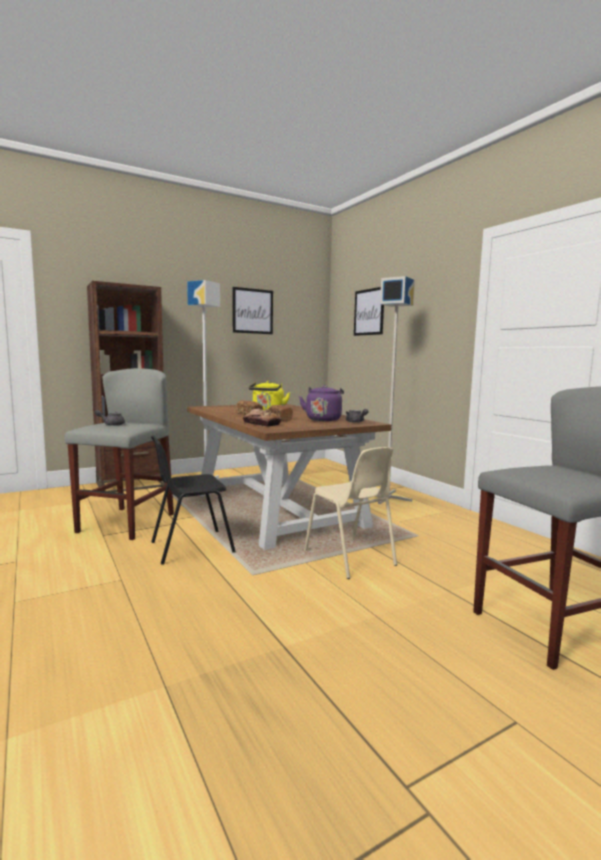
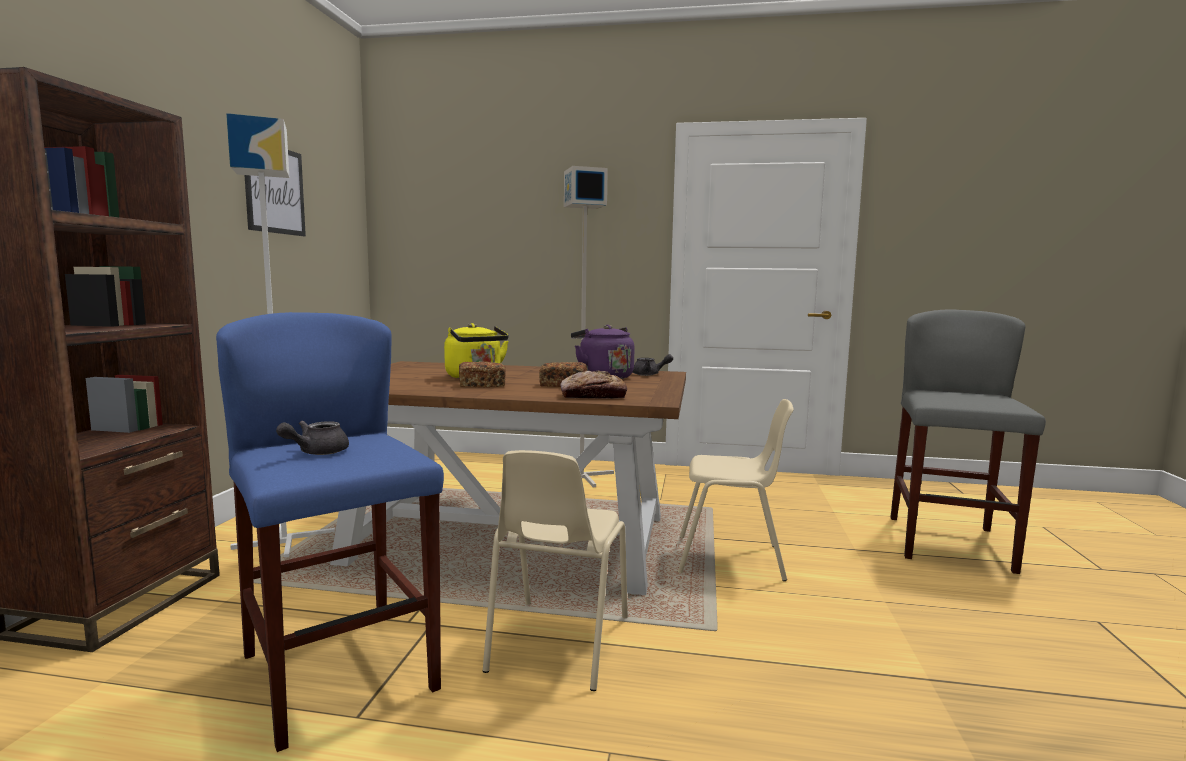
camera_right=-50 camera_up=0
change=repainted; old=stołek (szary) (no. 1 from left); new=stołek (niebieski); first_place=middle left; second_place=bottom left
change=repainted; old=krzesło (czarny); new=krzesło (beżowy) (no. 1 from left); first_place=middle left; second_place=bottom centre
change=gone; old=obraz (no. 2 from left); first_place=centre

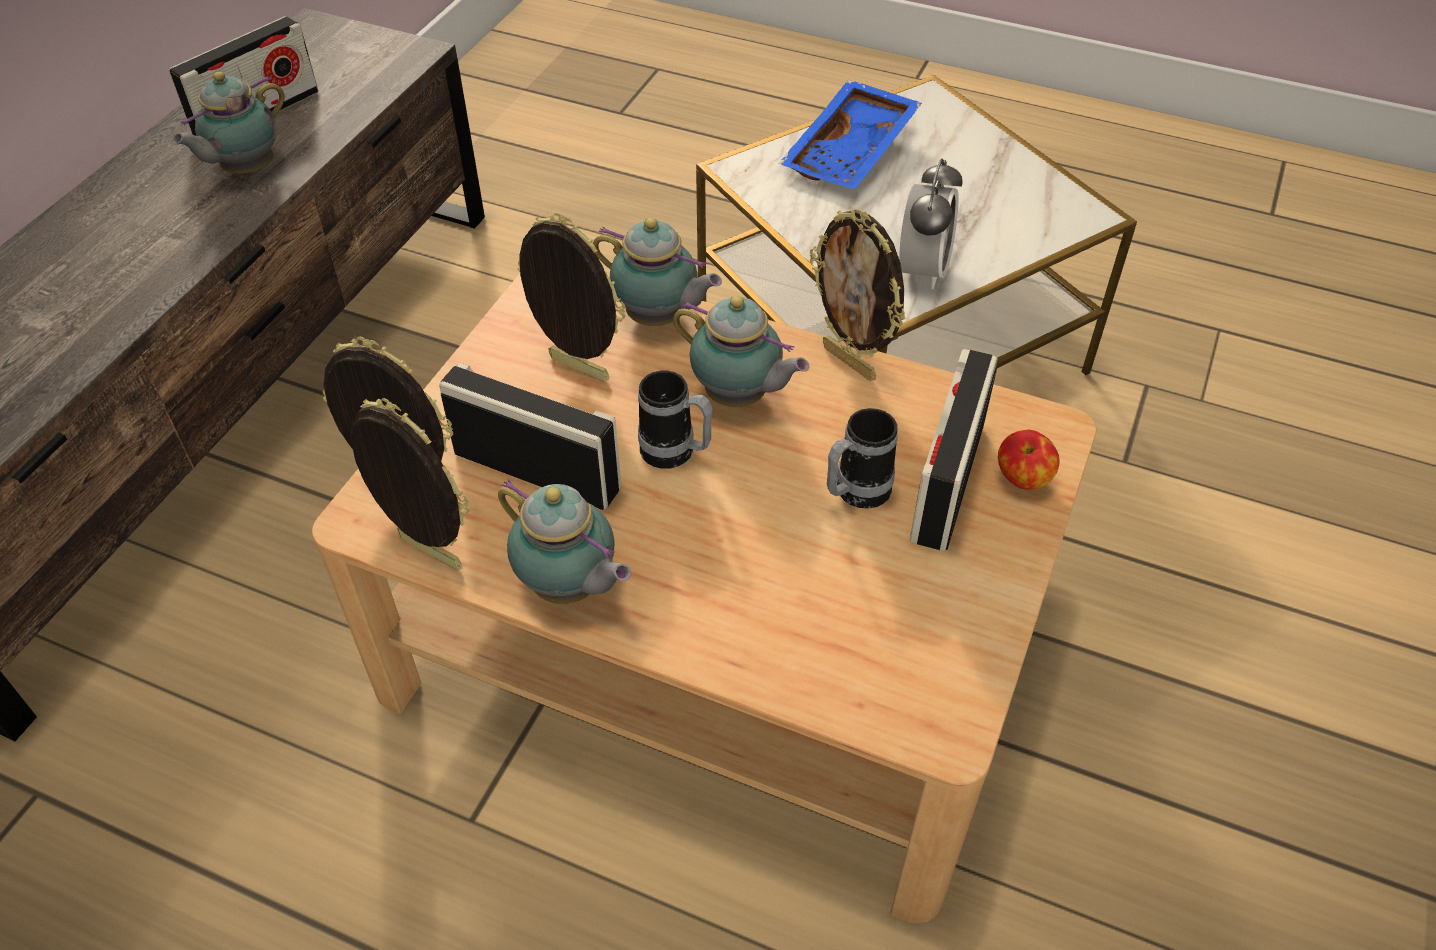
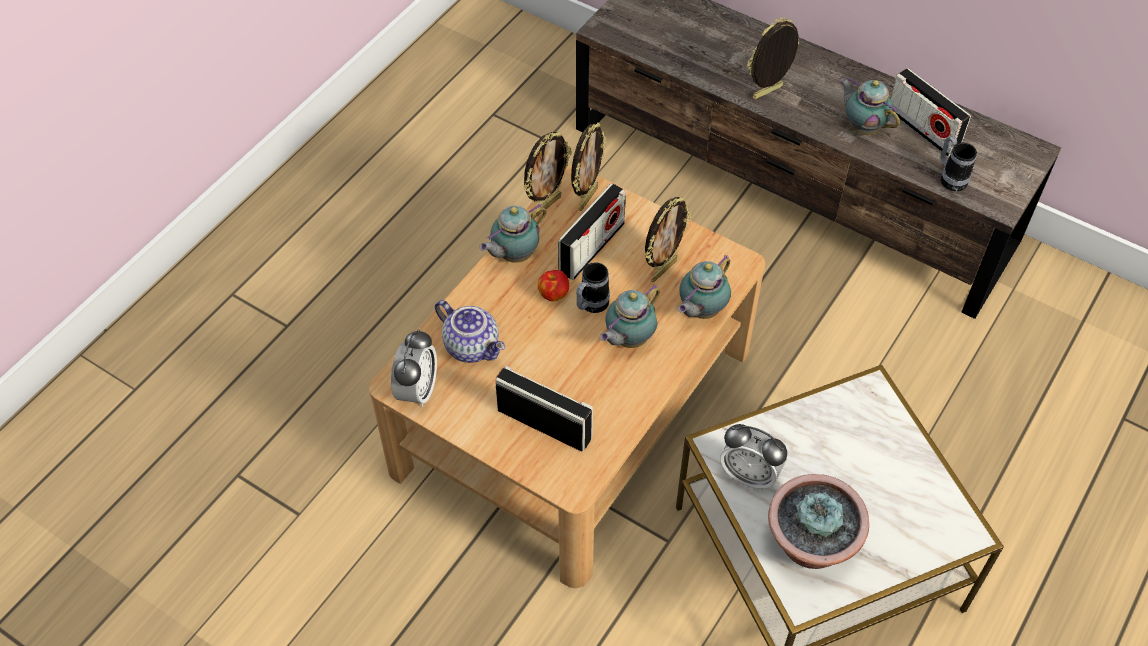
camera_right=100 camera_up=5
change=gone; old=taca (niebieski); first_place=top centre
change=shifted; old=ramka na zdjęcie (no. 4 from left); first_place=top centre; second_place=top right
change=shifted; old=kubek (no. 2 from left); first_place=centre; second_place=top right
change=shifted; old=jabłko; first_place=middle right; second_place=centre
change=new; new=budzik (no. 1 from left); second_place=centre
change=new; new=imbryk (no. 1 from left); second_place=centre
change=new; new=roślina doniczkowa; second_place=bottom right

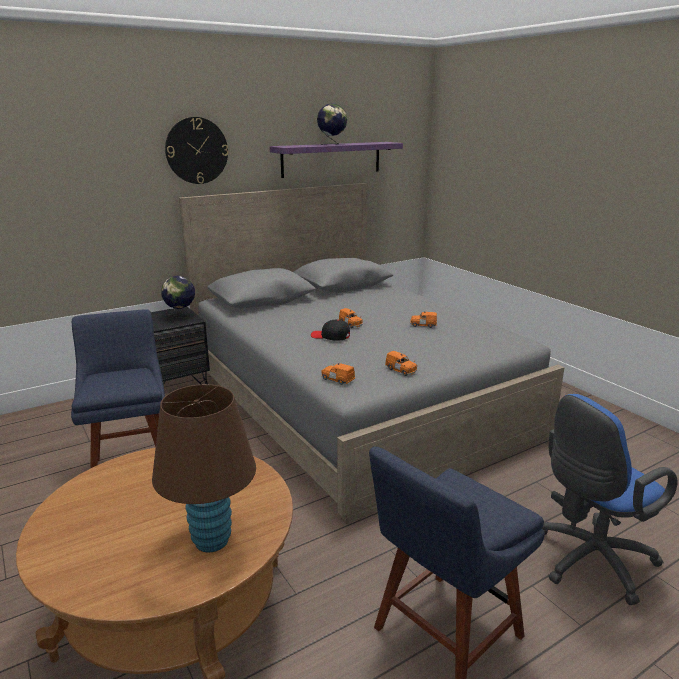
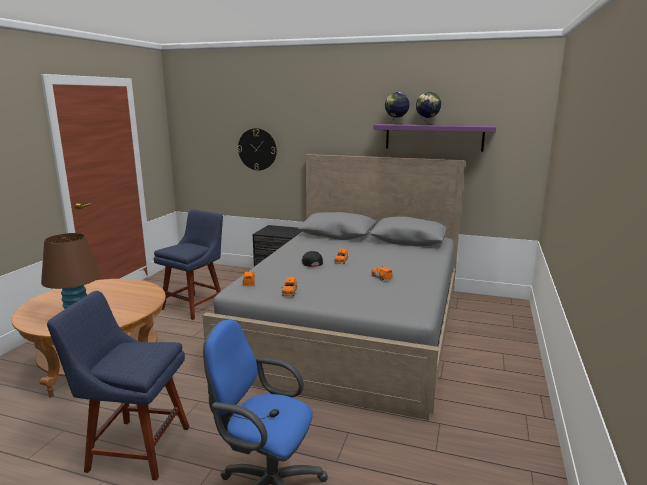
camera_right=50 camera_up=-5
change=shifted; old=globus (no. 1 from left); first_place=middle left; second_place=top centre
change=shifted; old=zegar ścienny; first_place=top left; second_place=top centre

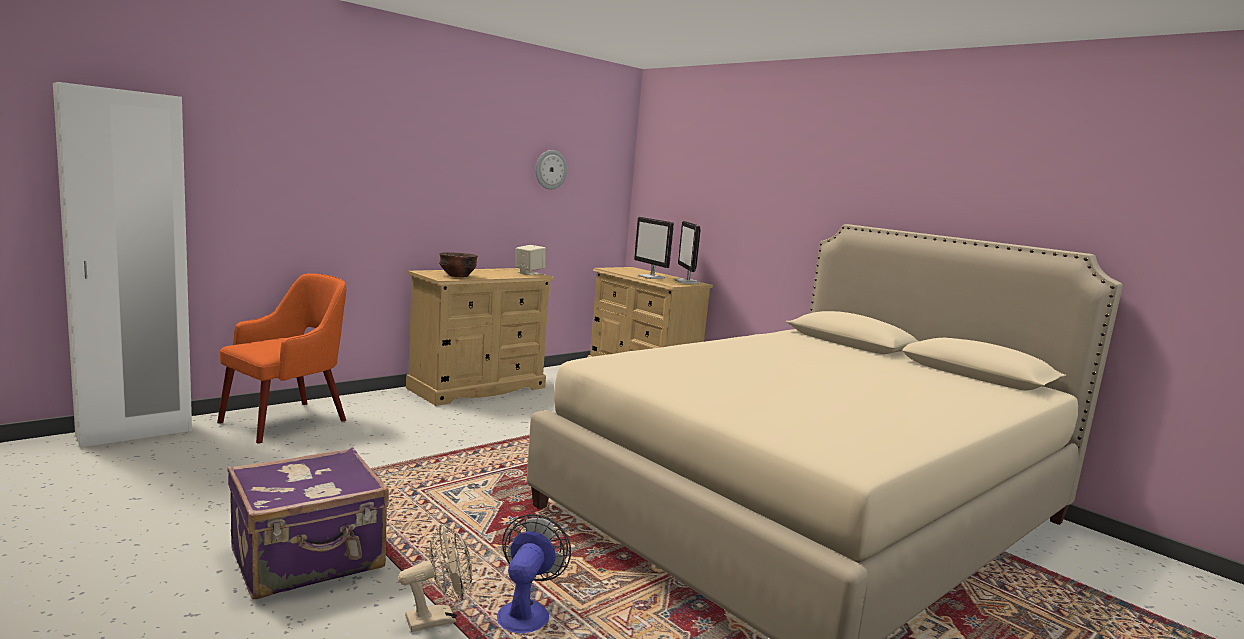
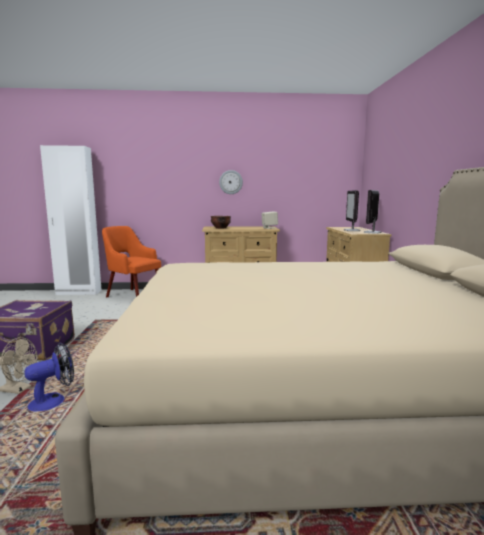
camera_right=40 camera_up=0
change=rotated; old=fotel (pomarańczowy); first_place=middle left; second_place=middle left; degrees=-135
change=shifted; old=zegar ścienny; first_place=top centre; second_place=centre

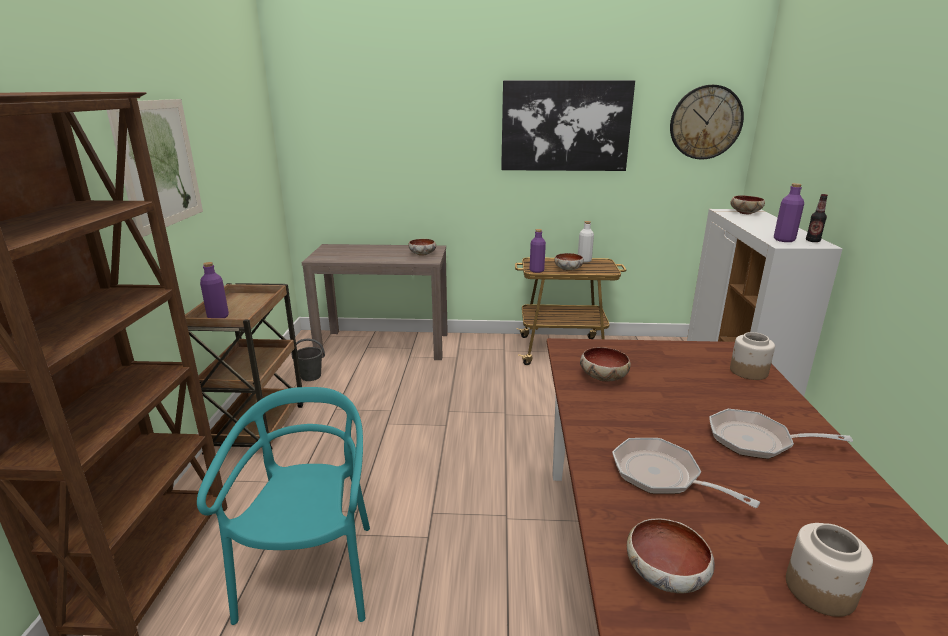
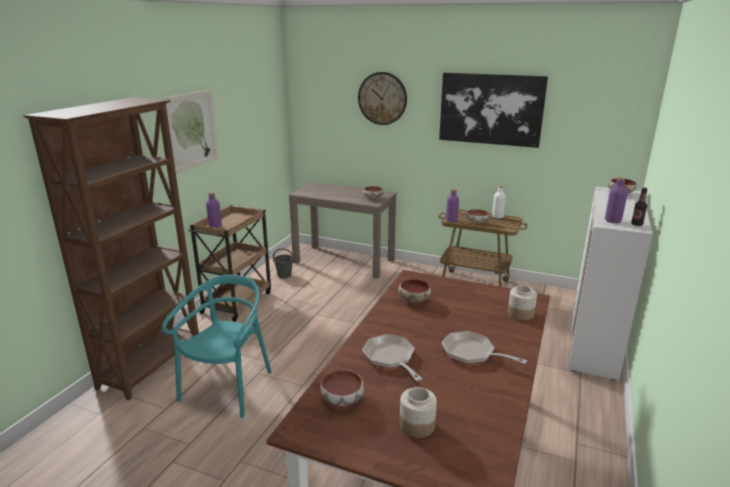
camera_right=20 camera_up=0
change=shifted; old=zegar ścienny; first_place=top right; second_place=top centre

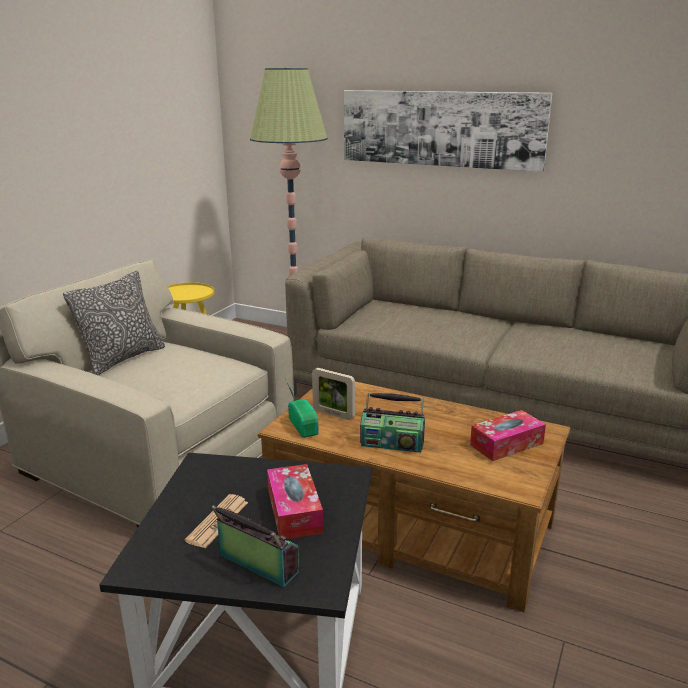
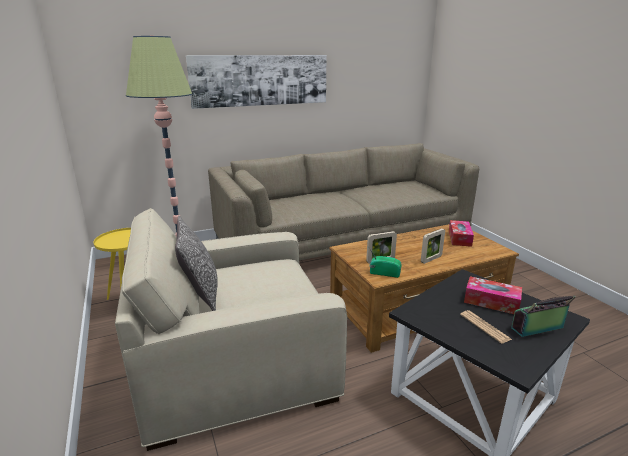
camera_right=-50 camera_up=0
change=swapped; old=radio (no. 3 from left); new=ramka na zdjęcie (no. 2 from left); first_place=centre; second_place=middle right

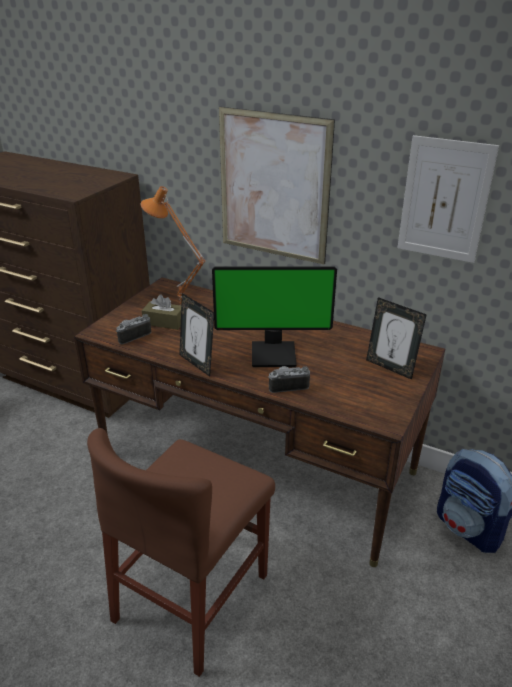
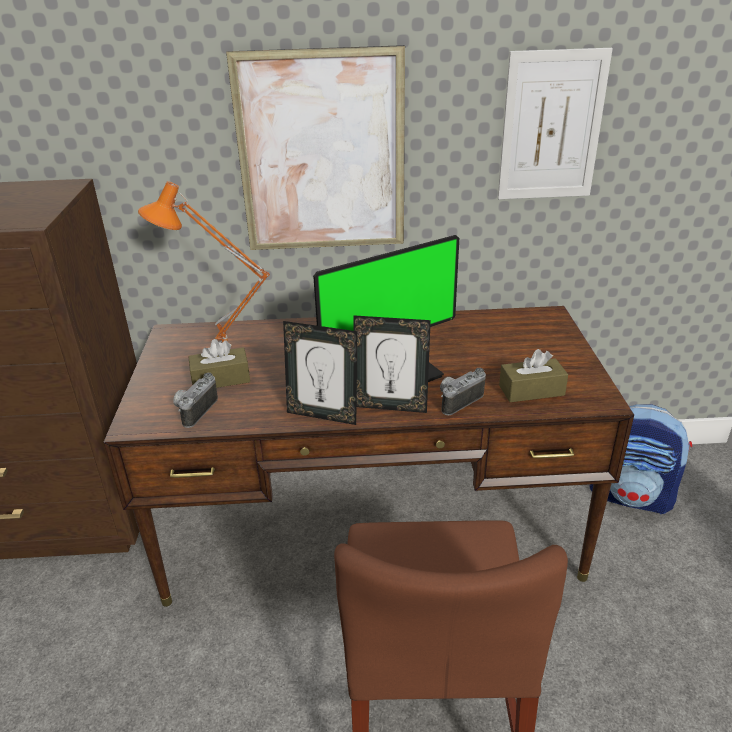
camera_right=-30 camera_up=0
change=shifted; old=ramka na zdjęcie (no. 2 from left); first_place=middle right; second_place=centre
change=new; new=pudełko chusteczek (brązowy) (no. 2 from left); second_place=middle right

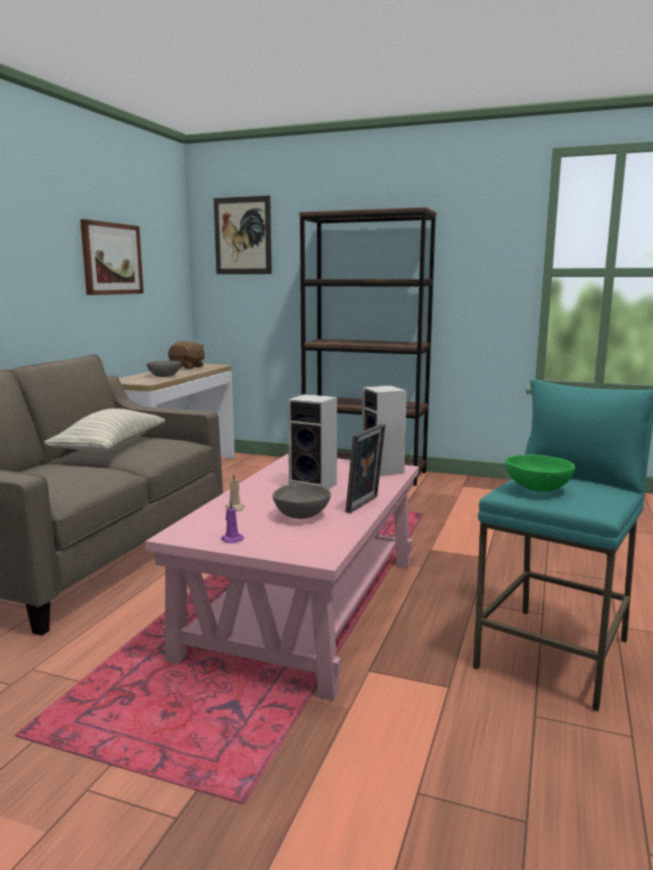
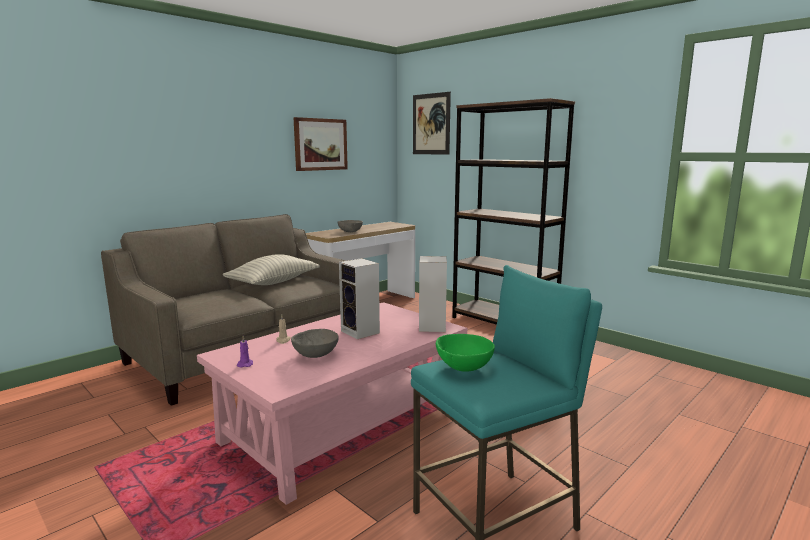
camera_right=25 camera_up=0
change=gone; old=pluszak (brązowy); first_place=middle left
change=gone; old=ramka na zdjęcie; first_place=centre

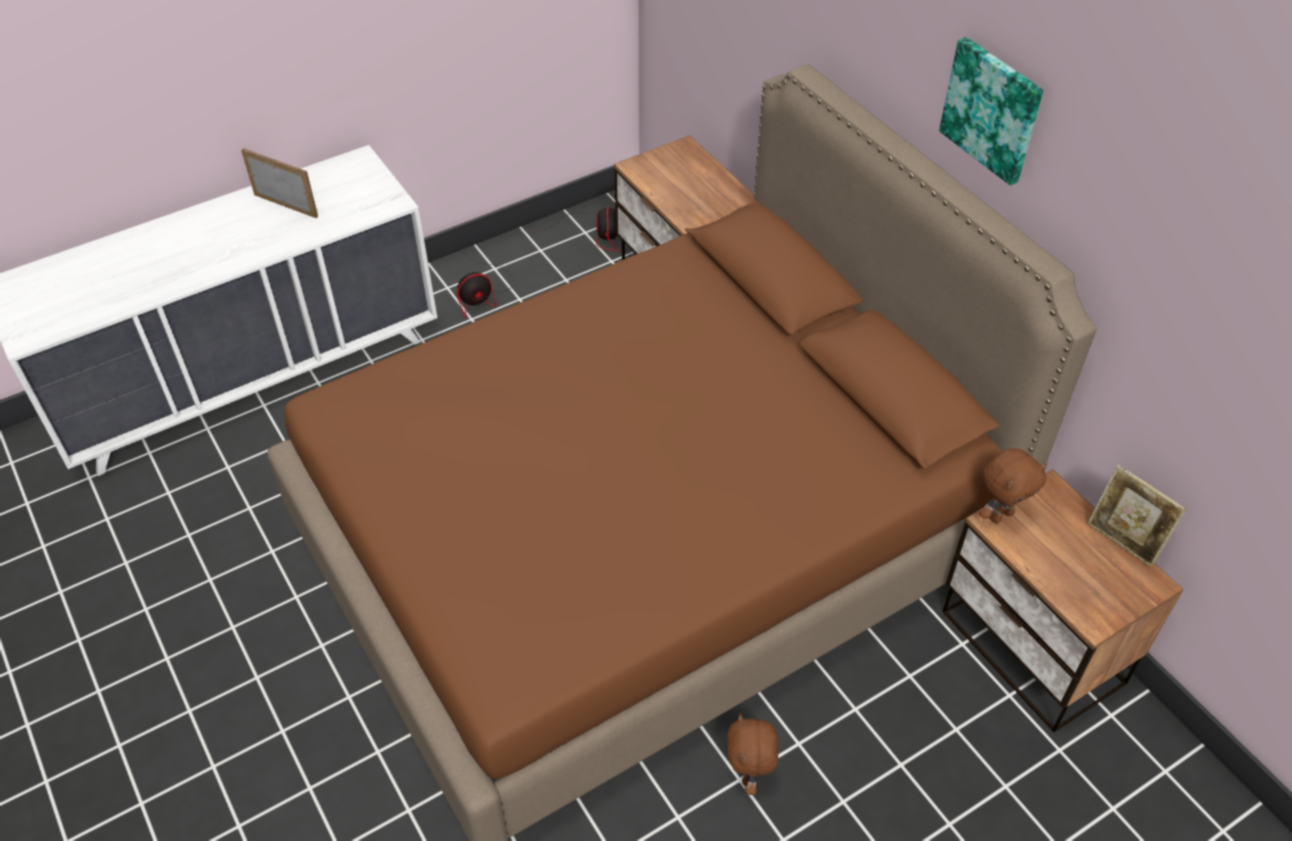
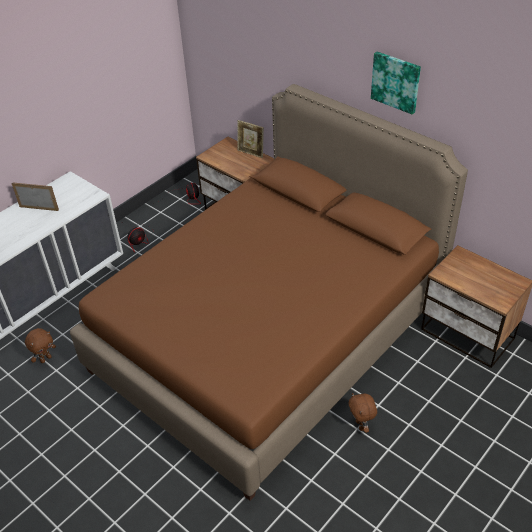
camera_right=-15 camera_up=-5
change=shifted; old=pluszak (brązowy) (no. 2 from left in the first image); new=pluszak (brązowy) (no. 1 from left); first_place=middle right; second_place=middle left
change=shifted; old=ramka na zdjęcie (no. 2 from left); first_place=middle right; second_place=top centre

